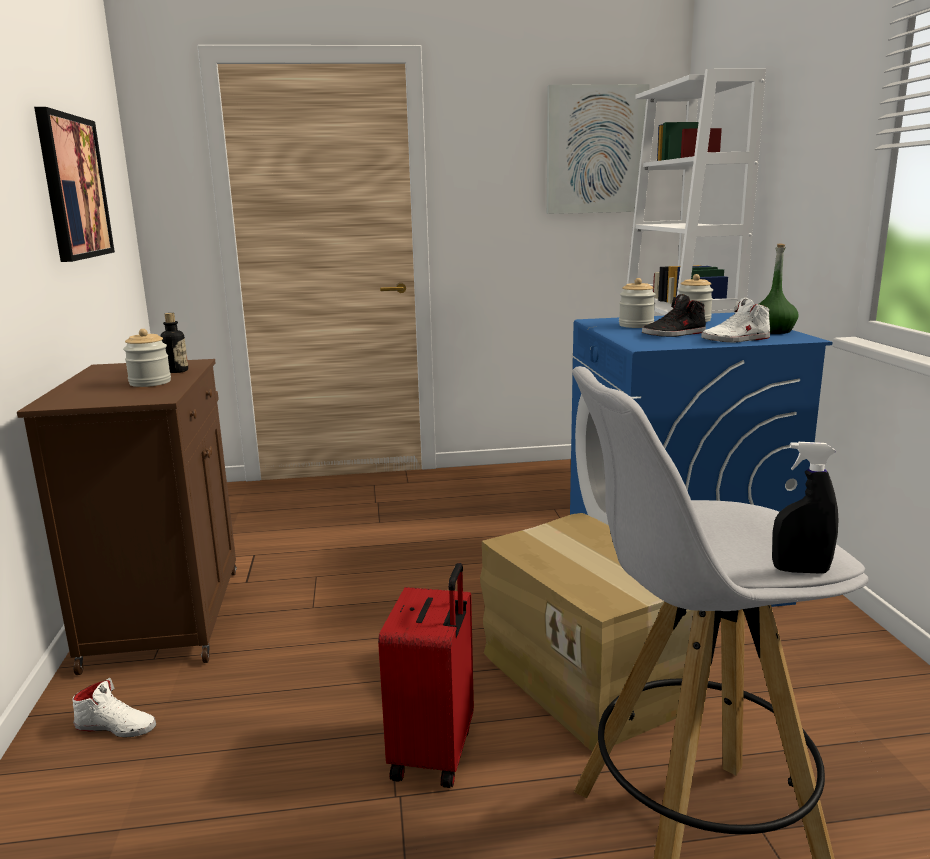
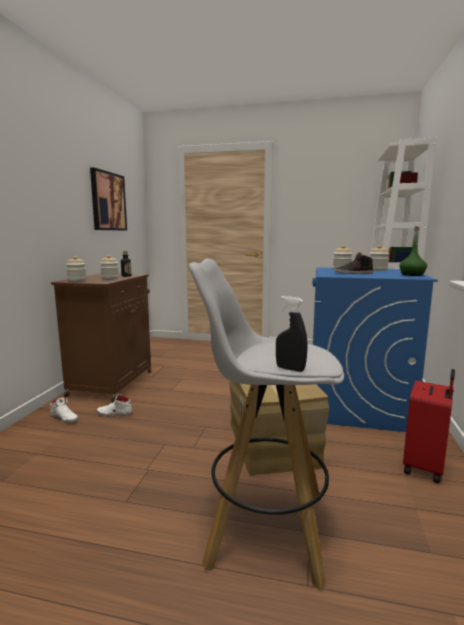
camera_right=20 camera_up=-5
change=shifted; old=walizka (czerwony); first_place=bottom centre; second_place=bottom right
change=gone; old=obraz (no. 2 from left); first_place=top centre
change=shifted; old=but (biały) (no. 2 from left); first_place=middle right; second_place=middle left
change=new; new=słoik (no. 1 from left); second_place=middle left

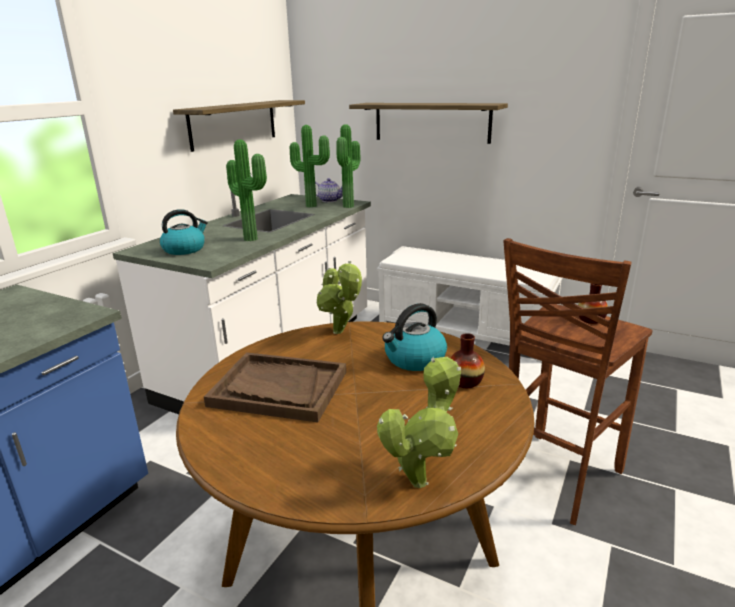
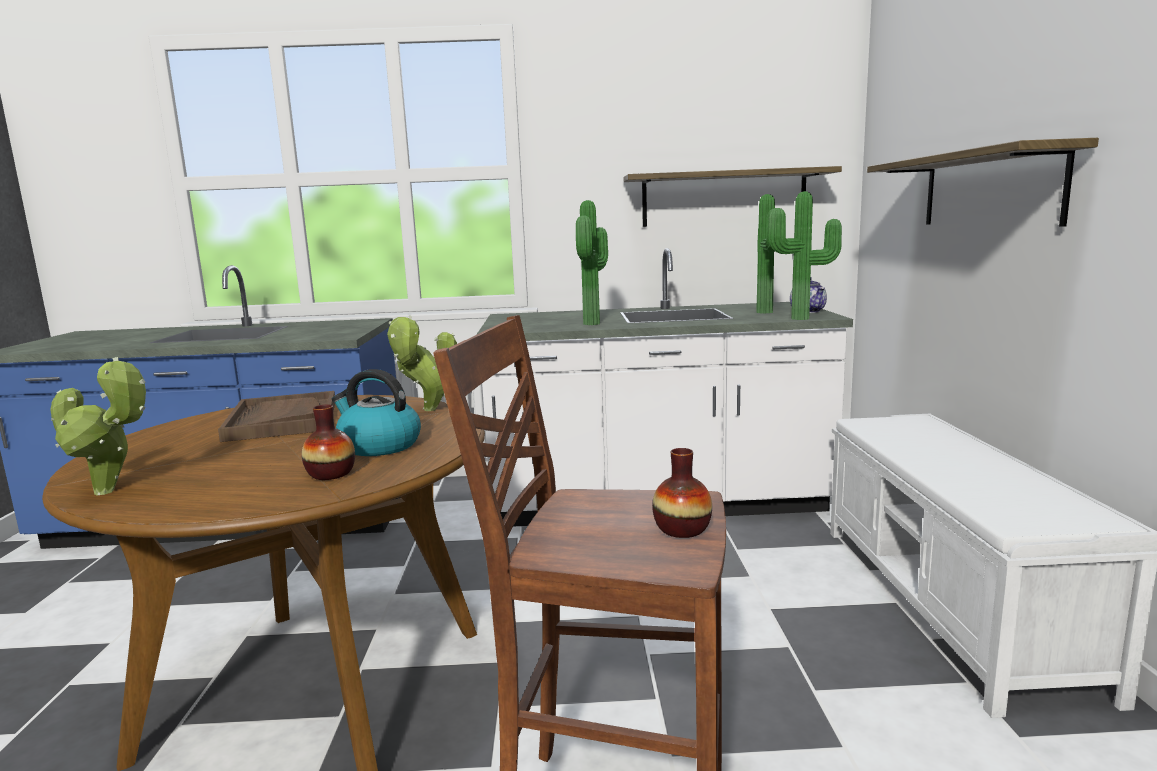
camera_right=60 camera_up=-10
change=gone; old=czajnik (no. 1 from left); first_place=middle left

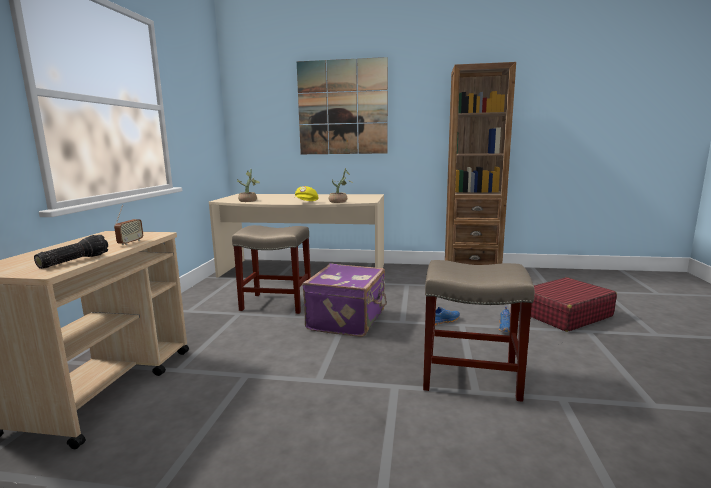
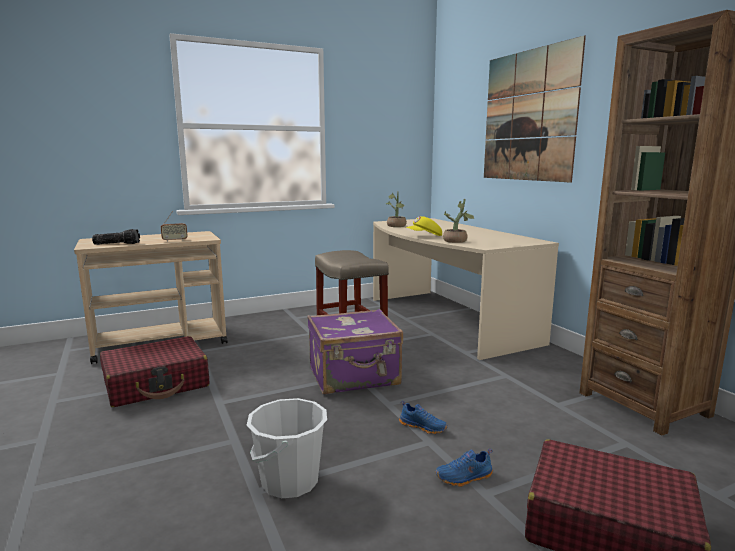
camera_right=55 camera_up=0
change=swapped; old=stołek (beżowy) (no. 2 from left); new=wiadro (biały); first_place=bottom right; second_place=bottom centre
change=new; new=walizka (czerwony) (no. 1 from left); second_place=bottom left

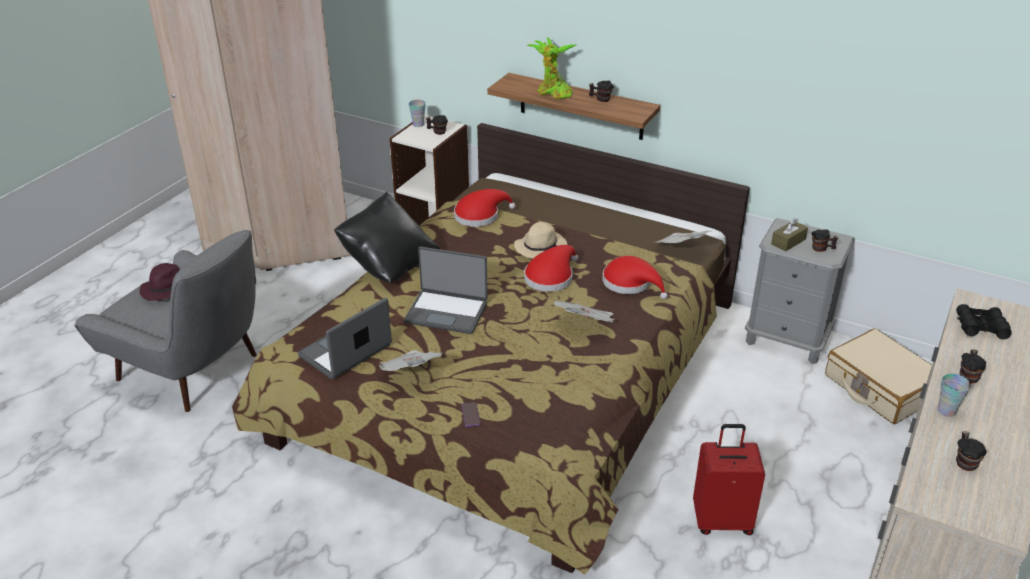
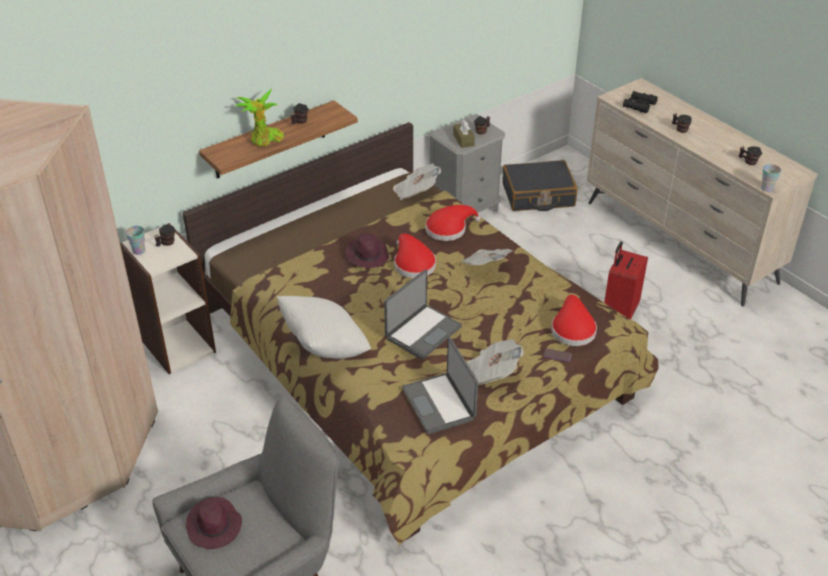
camera_right=-65 camera_up=5
change=repainted; old=poduszka (czarny); new=poduszka (biały); first_place=centre; second_place=centre
change=shifted; old=kapelusz (czerwony) (no. 1 from left in the first image); new=kapelusz (czerwony) (no. 3 from left); first_place=centre; second_place=middle right
change=repainted; old=kapelusz (beżowy); new=kapelusz (fioletowy) (no. 2 from left); first_place=centre; second_place=centre
change=repainted; old=walizka (beżowy); new=walizka (czarny); first_place=middle right; second_place=top centre
change=shifted; old=filiżanka (no. 2 from left); first_place=bottom right; second_place=top right

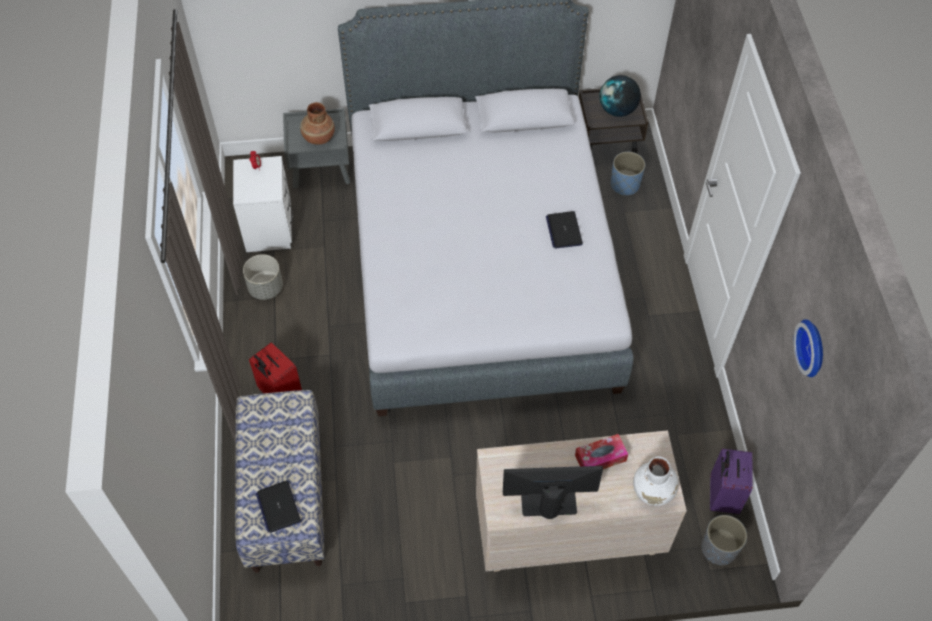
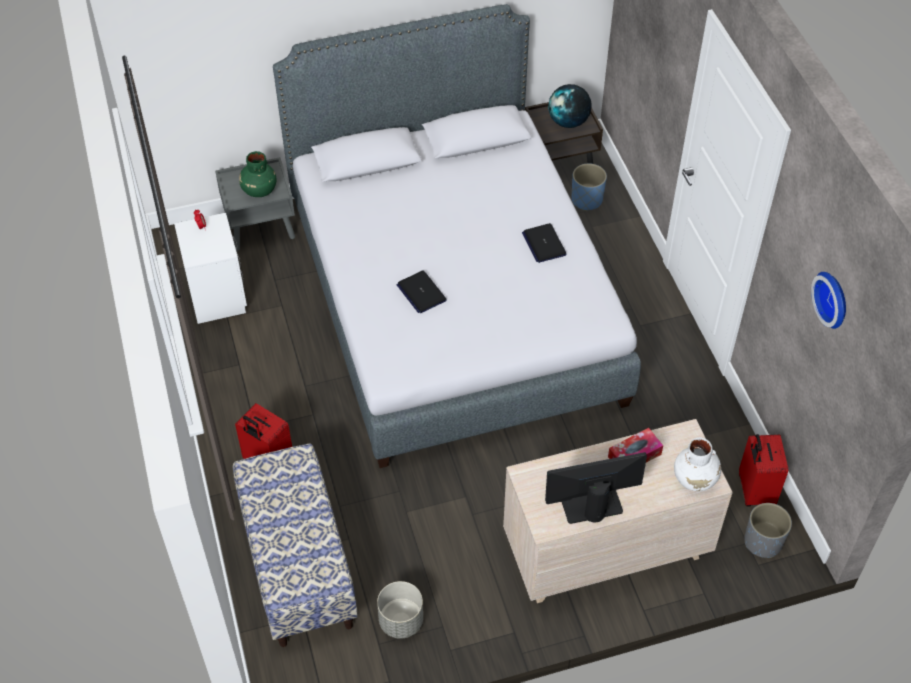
camera_right=-10 camera_up=-5
change=shifted; old=donica (szary) (no. 1 from left); first_place=middle left; second_place=bottom centre
change=shifted; old=laptop (no. 1 from left); first_place=bottom left; second_place=centre
change=repainted; old=wazon (brązowy); new=wazon (zielony); first_place=top centre; second_place=top left
change=repainted; old=walizka (fioletowy); new=walizka (czerwony) (no. 2 from left); first_place=bottom right; second_place=bottom right

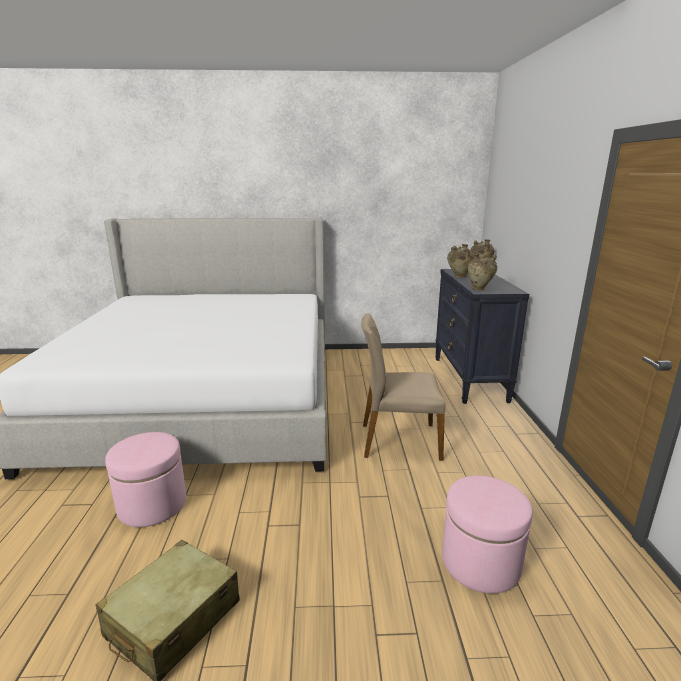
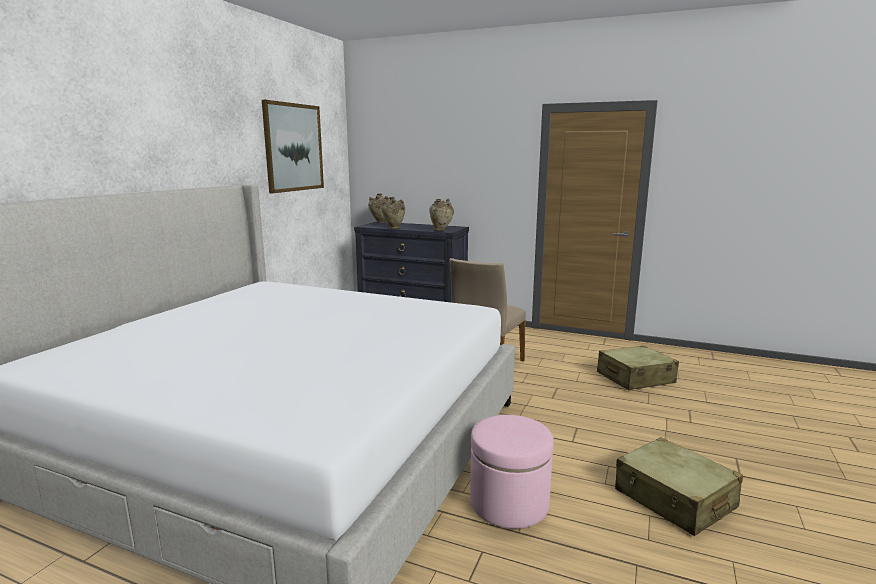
camera_right=-65 camera_up=-5
change=swapped; old=pufa (różowy) (no. 2 from left); new=walizka (beżowy) (no. 1 from left); first_place=bottom right; second_place=middle right
change=new; new=obraz; second_place=top centre

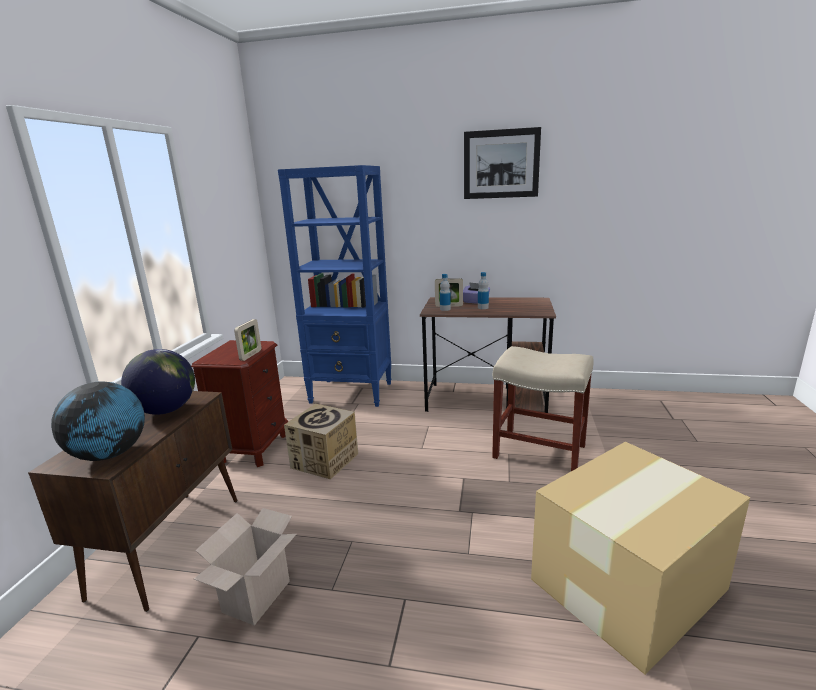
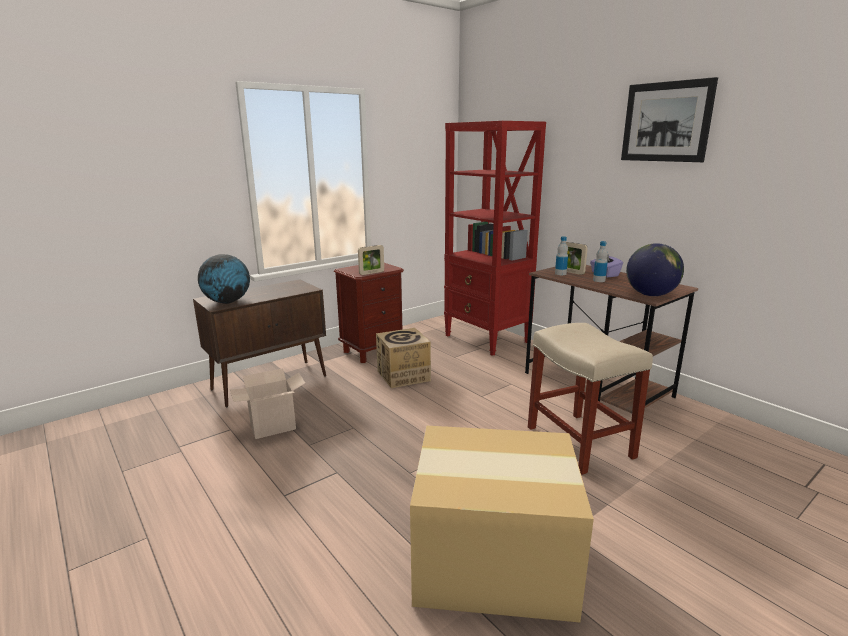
camera_right=40 camera_up=0
change=shifted; old=globus (no. 2 from left); first_place=middle left; second_place=middle right
change=repainted; old=regał (niebieski); new=regał (czerwony); first_place=centre; second_place=centre

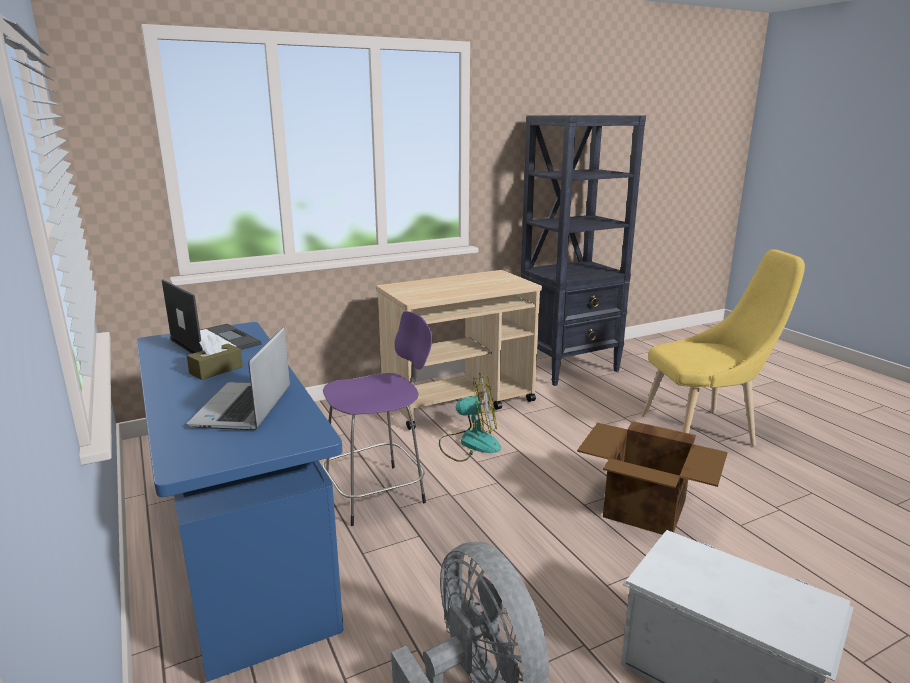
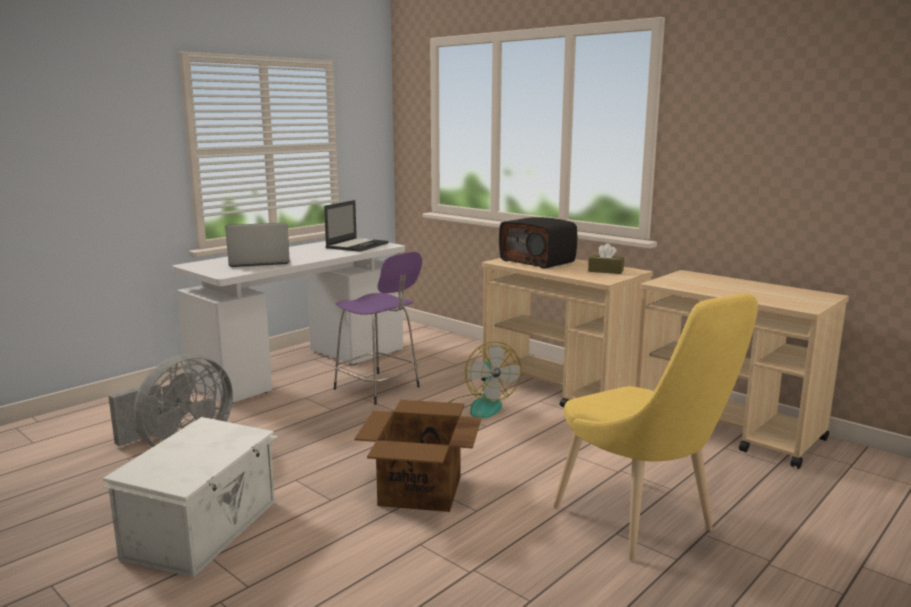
camera_right=70 camera_up=-5
change=repainted; old=biurko (niebieski); new=biurko (biały); first_place=bottom left; second_place=middle left
change=shifted; old=pudełko chusteczek (brązowy); first_place=middle left; second_place=centre
change=swapped; old=regał (czarny); new=wózek (beżowy) (no. 2 from left); first_place=centre; second_place=middle right
change=new; new=radio; second_place=centre

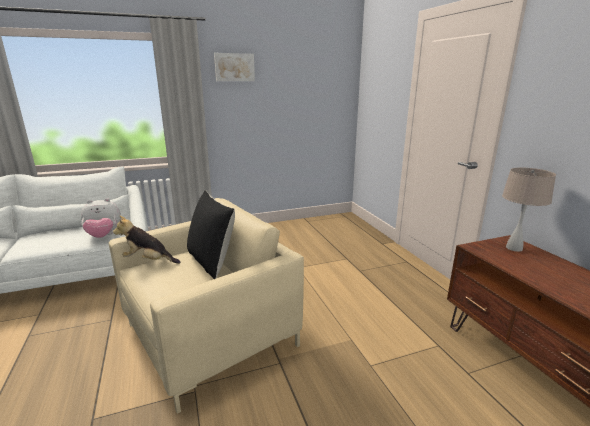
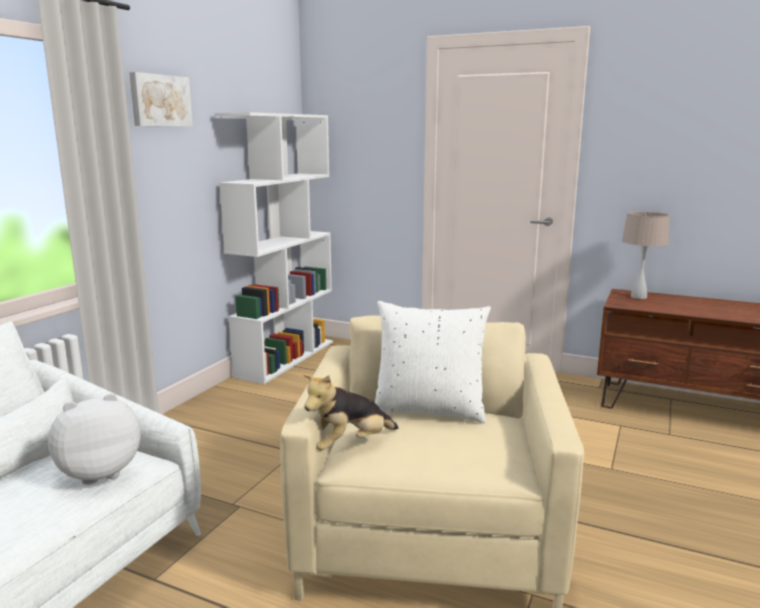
camera_right=-45 camera_up=-5
change=rotated; old=pluszak (no. 1 from left); first_place=middle left; second_place=bottom left; degrees=-150
change=repainted; old=poduszka (czarny); new=poduszka (biały); first_place=centre; second_place=centre
change=new; new=regał (biały); second_place=centre

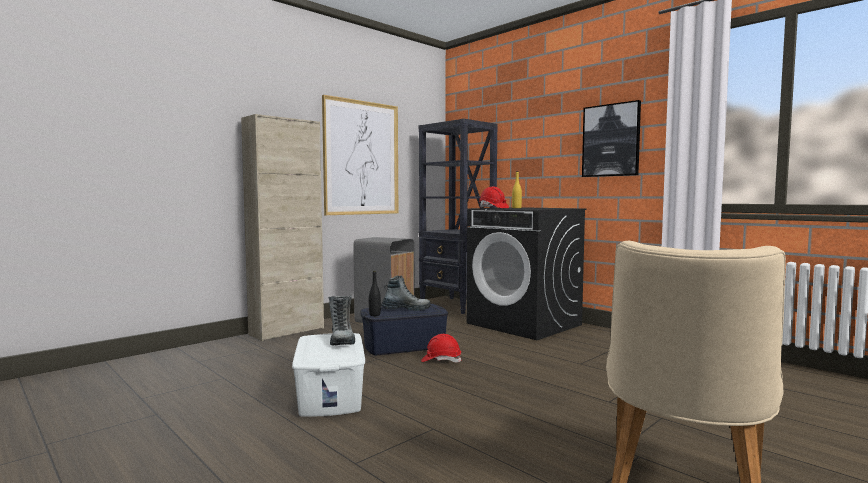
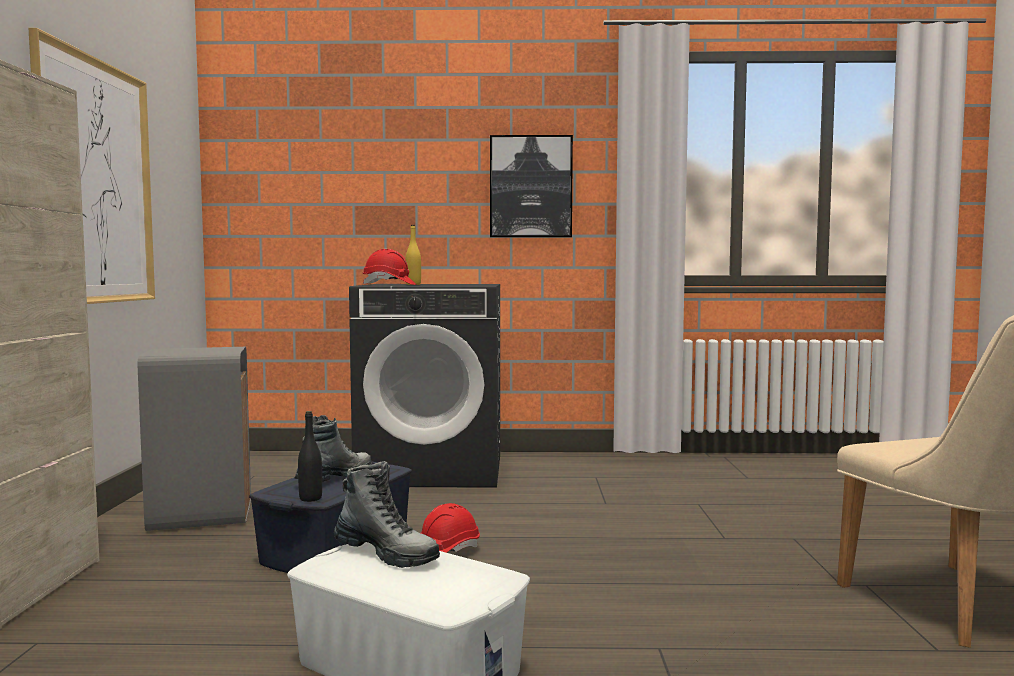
camera_right=-45 camera_up=0
change=gone; old=regał (czarny); first_place=centre

